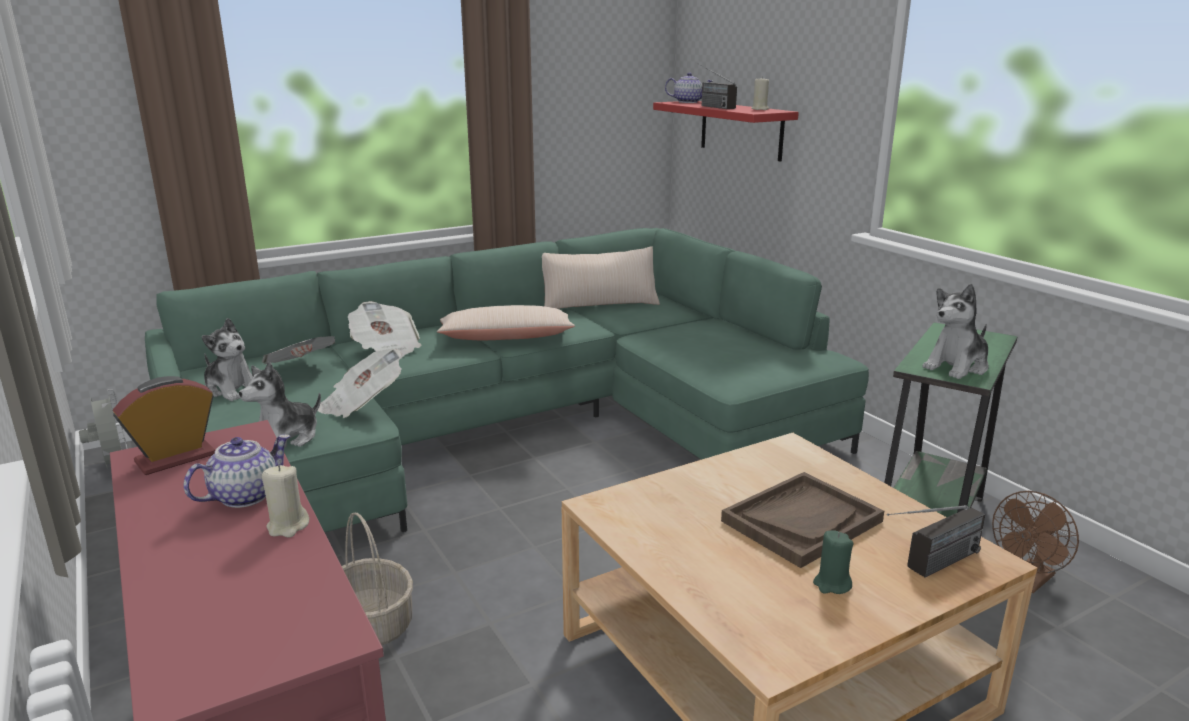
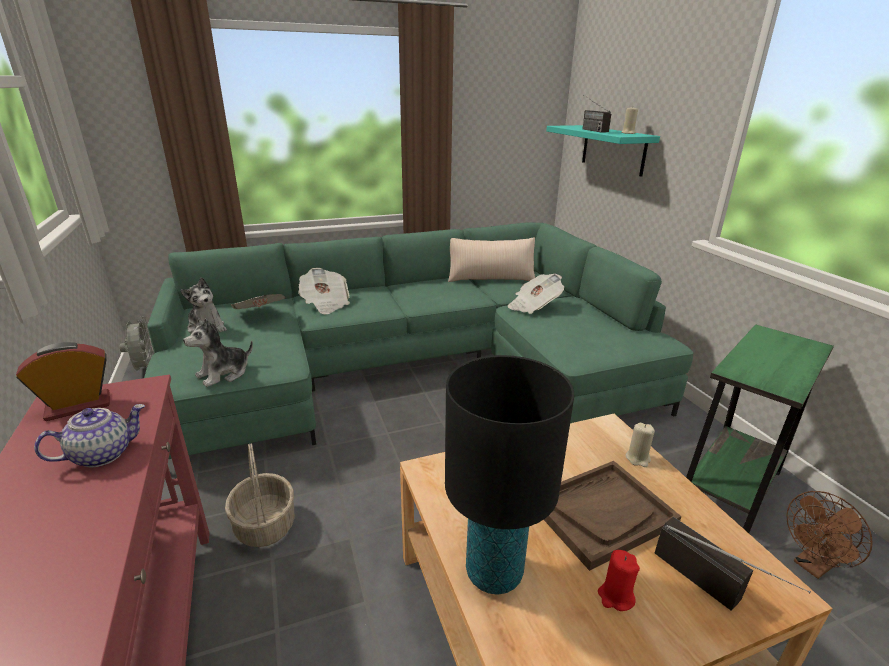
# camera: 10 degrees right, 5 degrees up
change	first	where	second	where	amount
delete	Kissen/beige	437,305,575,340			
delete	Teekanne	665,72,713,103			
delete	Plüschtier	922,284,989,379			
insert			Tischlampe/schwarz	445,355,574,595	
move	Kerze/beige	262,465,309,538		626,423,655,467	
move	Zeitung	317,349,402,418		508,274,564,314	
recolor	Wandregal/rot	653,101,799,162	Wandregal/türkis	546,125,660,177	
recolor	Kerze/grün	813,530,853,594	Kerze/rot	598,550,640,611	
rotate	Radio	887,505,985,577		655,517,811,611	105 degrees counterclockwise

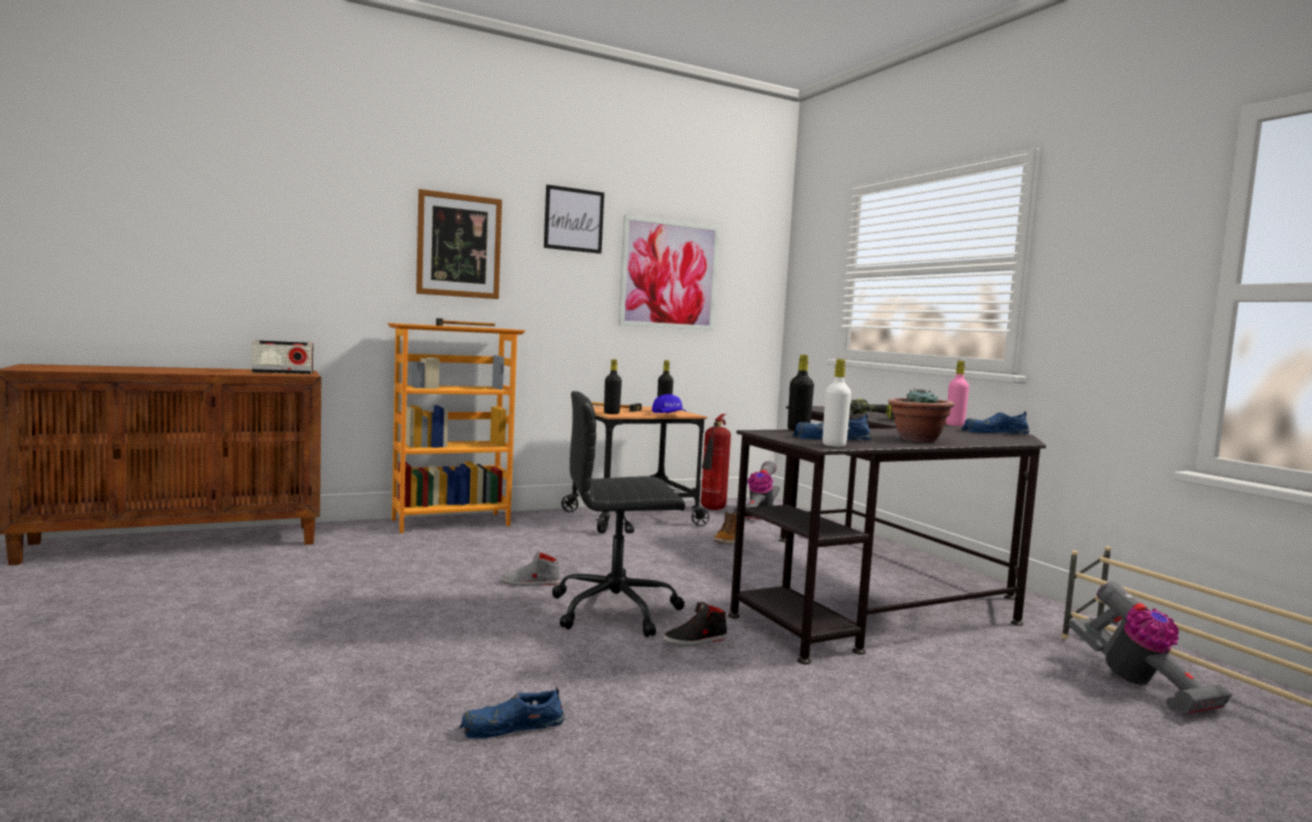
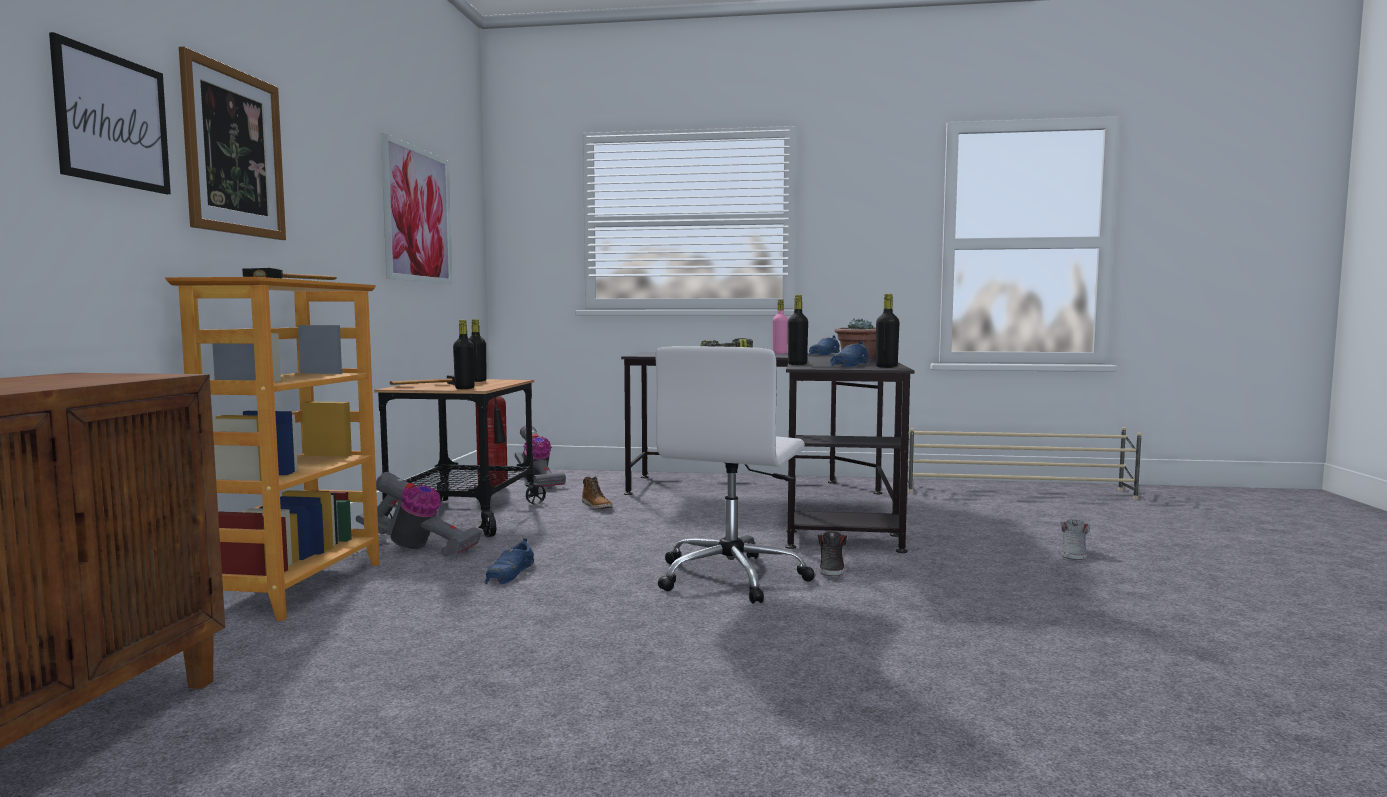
# camera: 55 degrees left, 0 degrees up
change	first	where	second	where	amount
delete	Radio	252,340,313,374			
delete	Kappe/blau	652,394,687,413			
move	Schuh/blau	459,686,565,739		484,538,534,585	
move	Schuh/grau	501,551,560,586		1060,519,1091,560	
move	Bild	544,185,604,254		49,32,171,194	
move	Staubsauger	1069,581,1232,714		356,472,482,557	
recolor	Bürostuhl/schwarz	552,391,685,637	Bürostuhl/weiß	655,346,815,604	
recolor	Flasche/weiß	822,359,851,447	Flasche/schwarz	876,294,899,368	

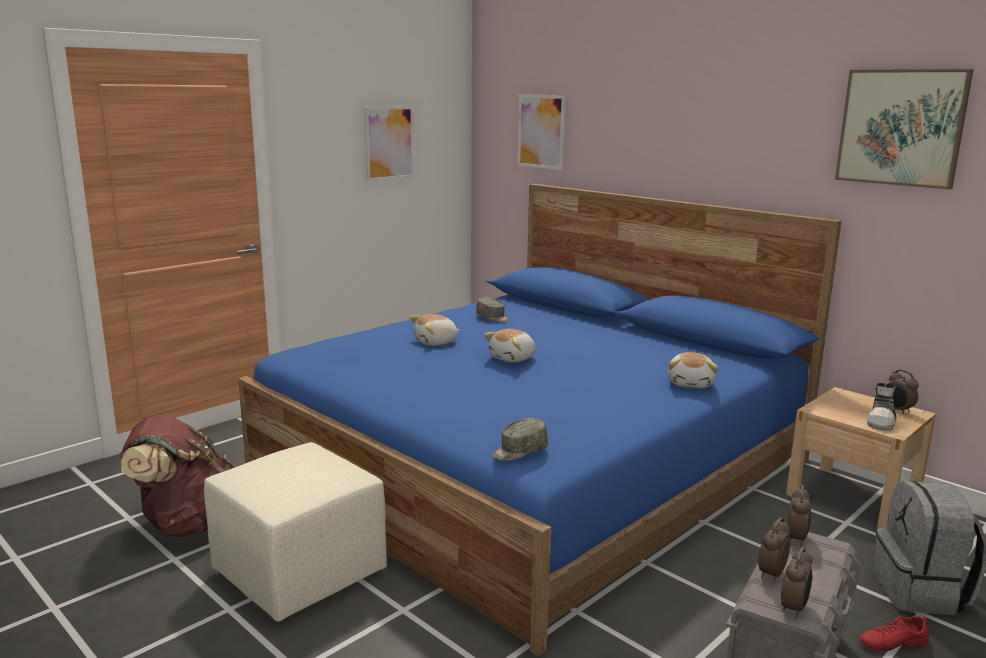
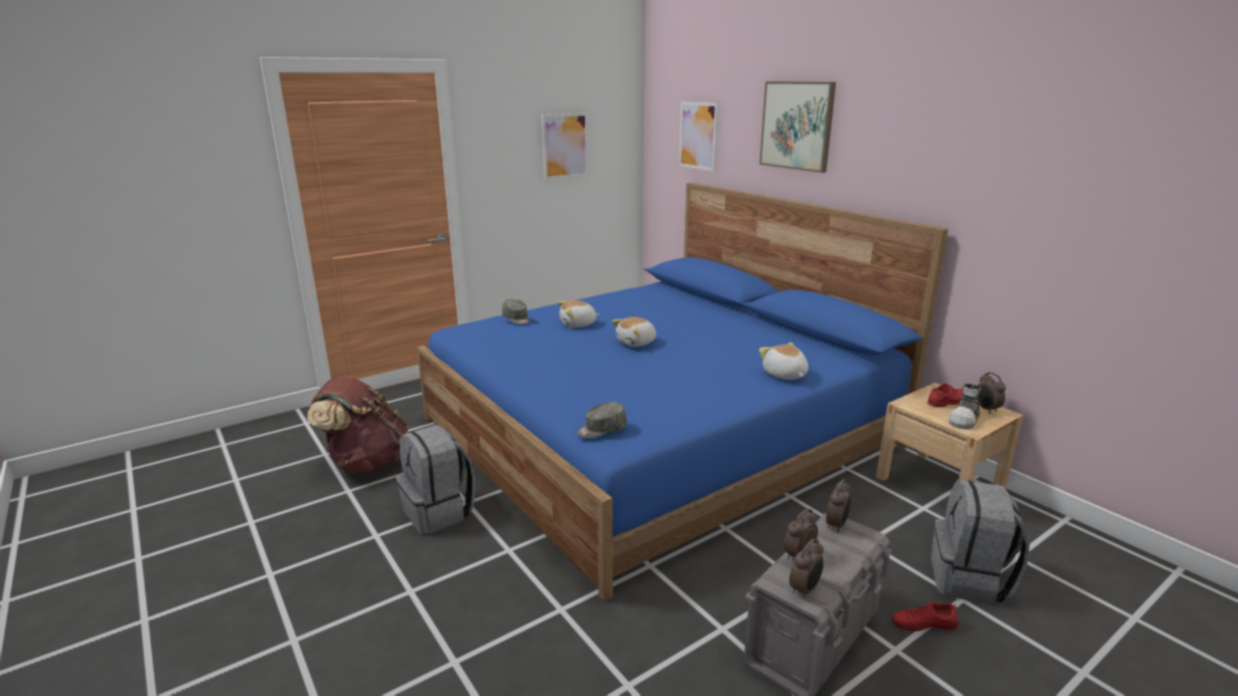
# camera: 10 degrees right, 5 degrees up
change	first	where	second	where	amount
insert			Schuh/rot	928,384,962,407	
move	Kappe/grau	476,297,509,322		502,299,530,325	
move	Bild	835,69,974,190		759,81,836,173	
replace	Polsterhocker/beige	204,442,387,622	Rucksack/grau	396,425,475,535	
rotate	Plüschtier	668,352,718,388		759,342,808,380	135 degrees clockwise

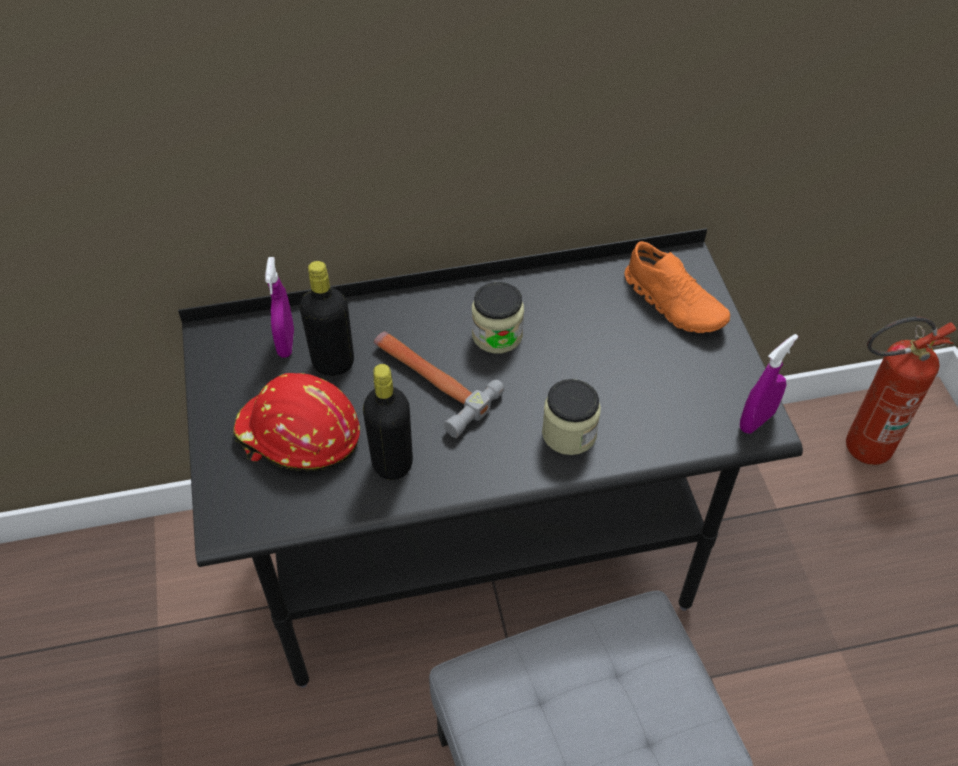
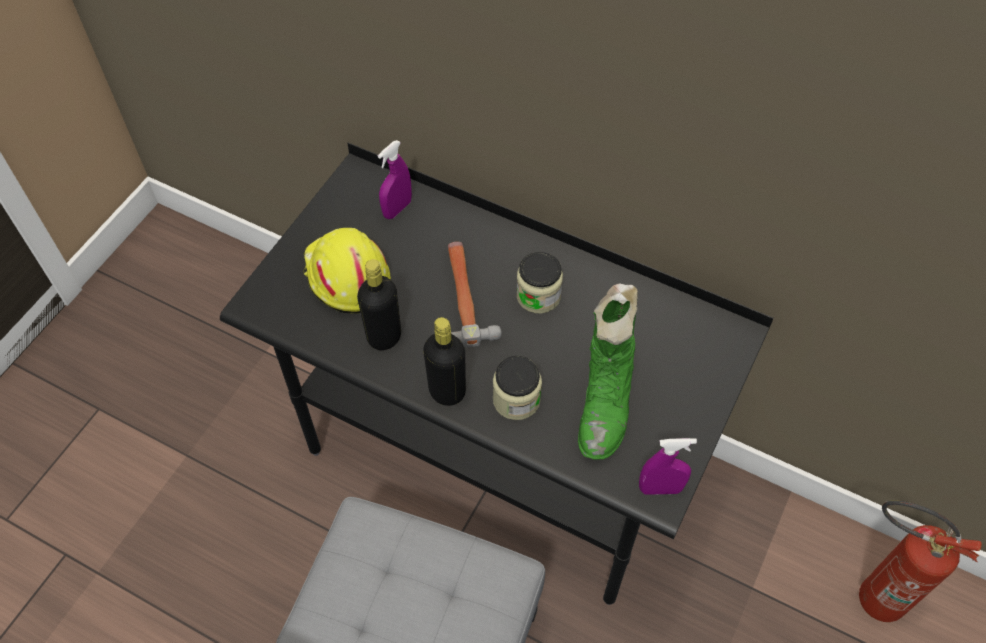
# camera: 40 degrees right, 5 degrees up
change	first	where	second	where	amount
delete	Schuh/orange	625,241,730,333			
insert			Stiefel/grün	578,283,638,459	
move	Flasche/schwarz	300,261,354,376		423,317,466,406	
recolor	Schutzhelm/rot	233,373,360,471	Schutzhelm/gelb	303,228,391,314	

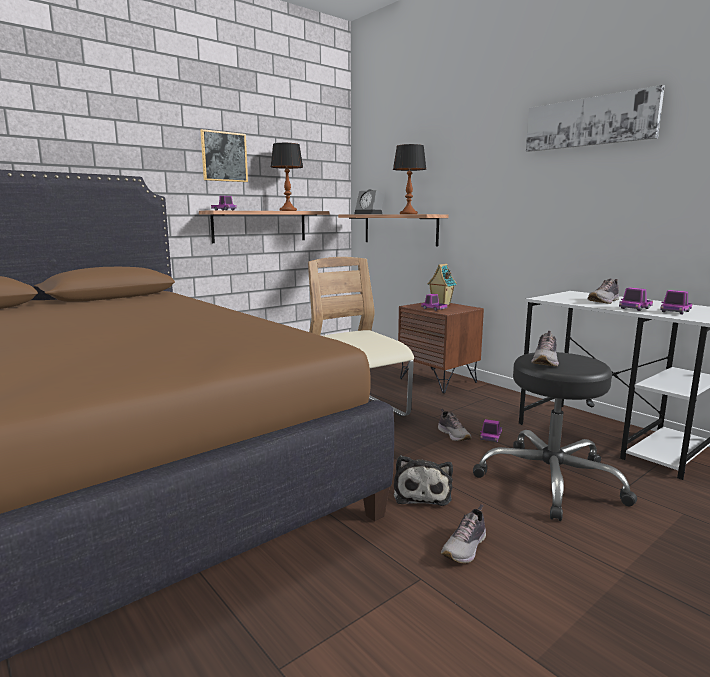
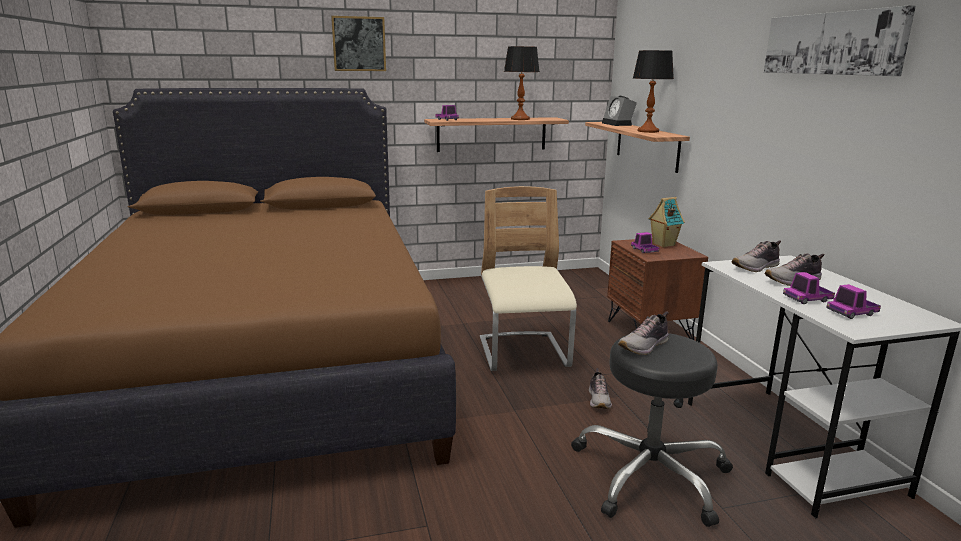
# camera: 25 degrees right, 5 degrees up
change	first	where	second	where	amount
delete	Plüschtier	394,456,453,506			
delete	Spielzeuglaster	480,419,502,442			
move	Bild	201,129,248,182		331,16,386,71	
move	Schuh	441,504,486,564		732,240,781,272	

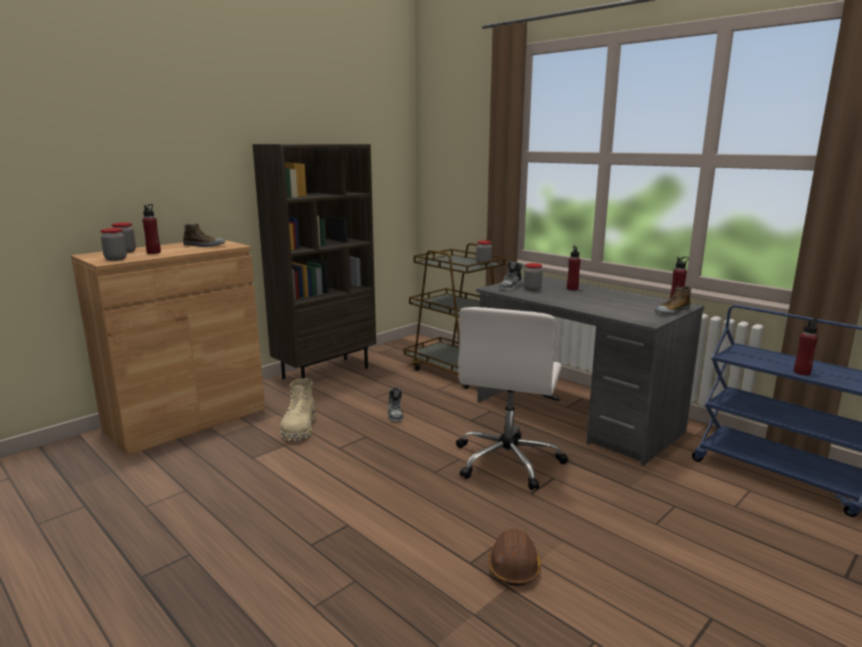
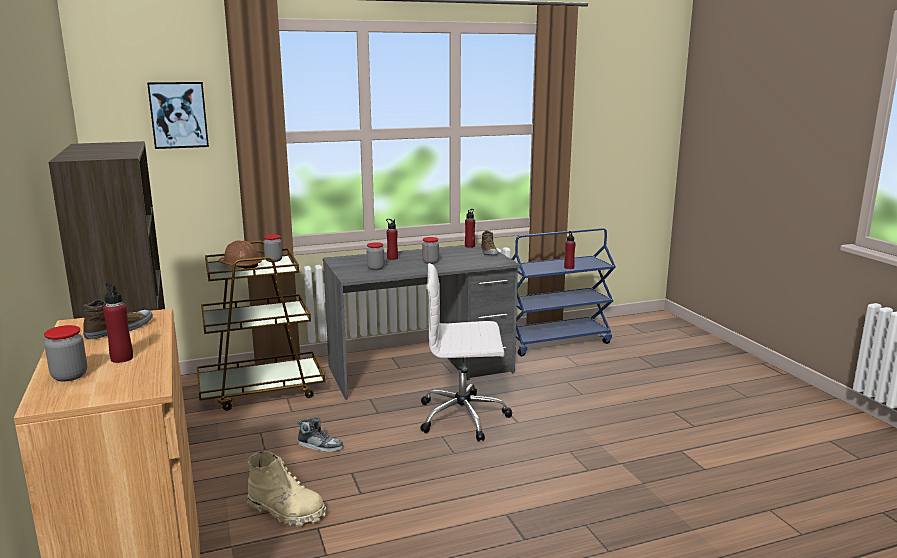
# camera: 65 degrees left, 0 degrees up
change	first	where	second	where	amount
delete	Schuh	499,261,522,291			
insert			Bild	147,82,209,149	
move	Vorratsglas	100,228,127,261		422,237,439,264	
move	Schutzhelm/braun	488,529,541,586		219,240,262,269	
rotate	Bürostuhl/weiß	456,307,568,490		420,263,512,442	135 degrees clockwise

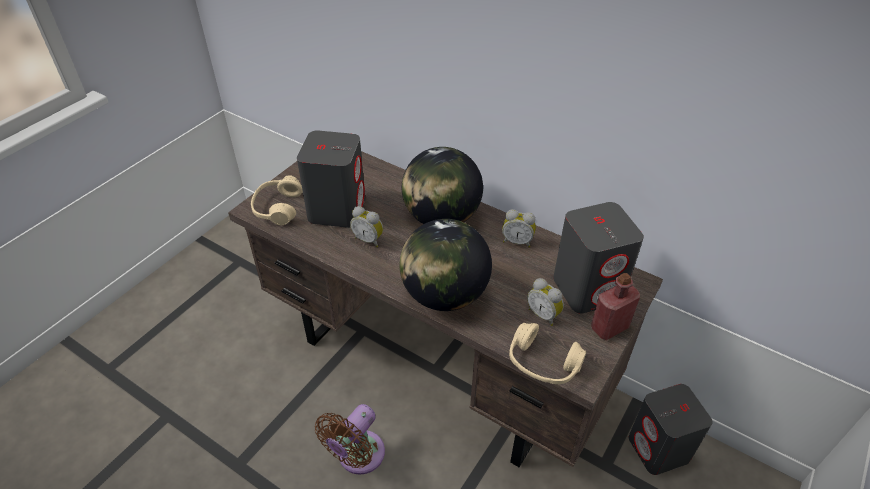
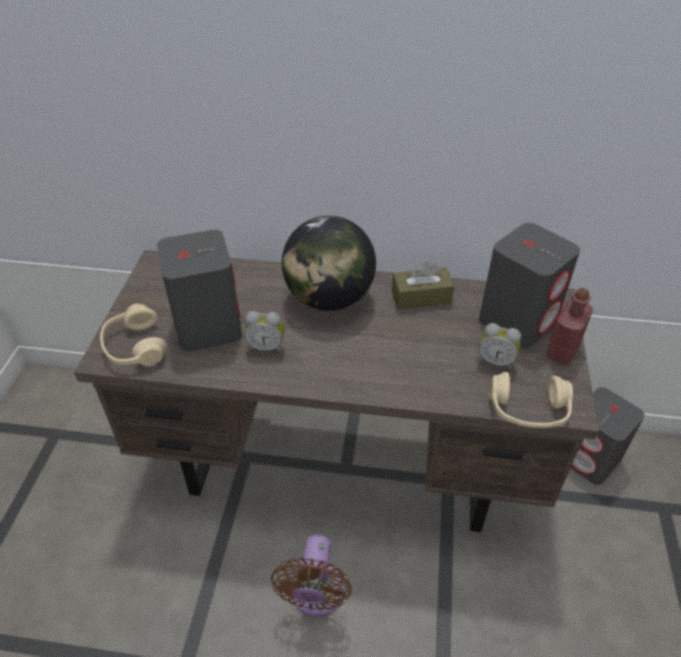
# camera: 25 degrees left, 0 degrees up
change	first	where	second	where	amount
delete	Globus	400,219,492,311			
replace	Wecker	502,209,536,248	Taschentuchbox/braun	392,262,454,310	

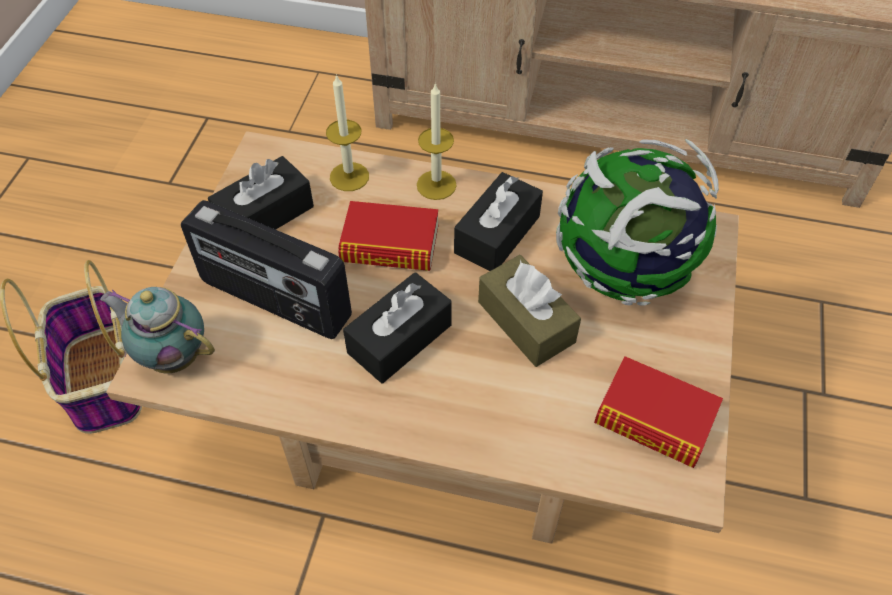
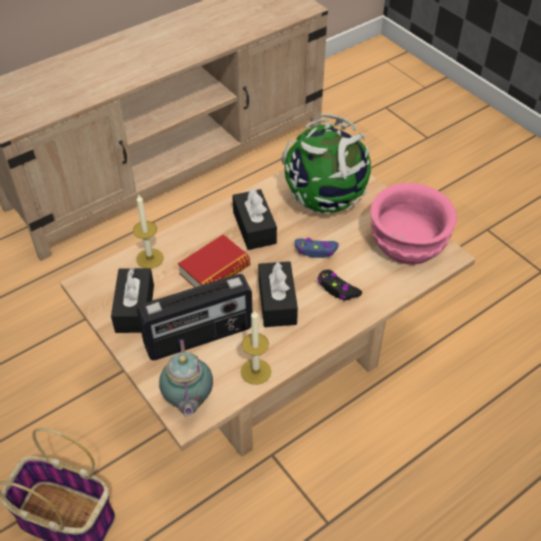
# camera: 50 degrees left, 5 degrees down
change	first	where	second	where	amount
insert			Gamepad/schwarz	317,270,362,301	
move	Kerze	417,82,457,200		241,310,271,385	
replace	Taschentuchbox/braun	478,255,581,367	Gamepad/blau	295,238,339,258	
replace	Buch	594,356,723,468	Schüssel/rosa	370,183,457,265	
rotate	Teekanne	100,287,215,373		159,339,213,416	75 degrees counterclockwise

